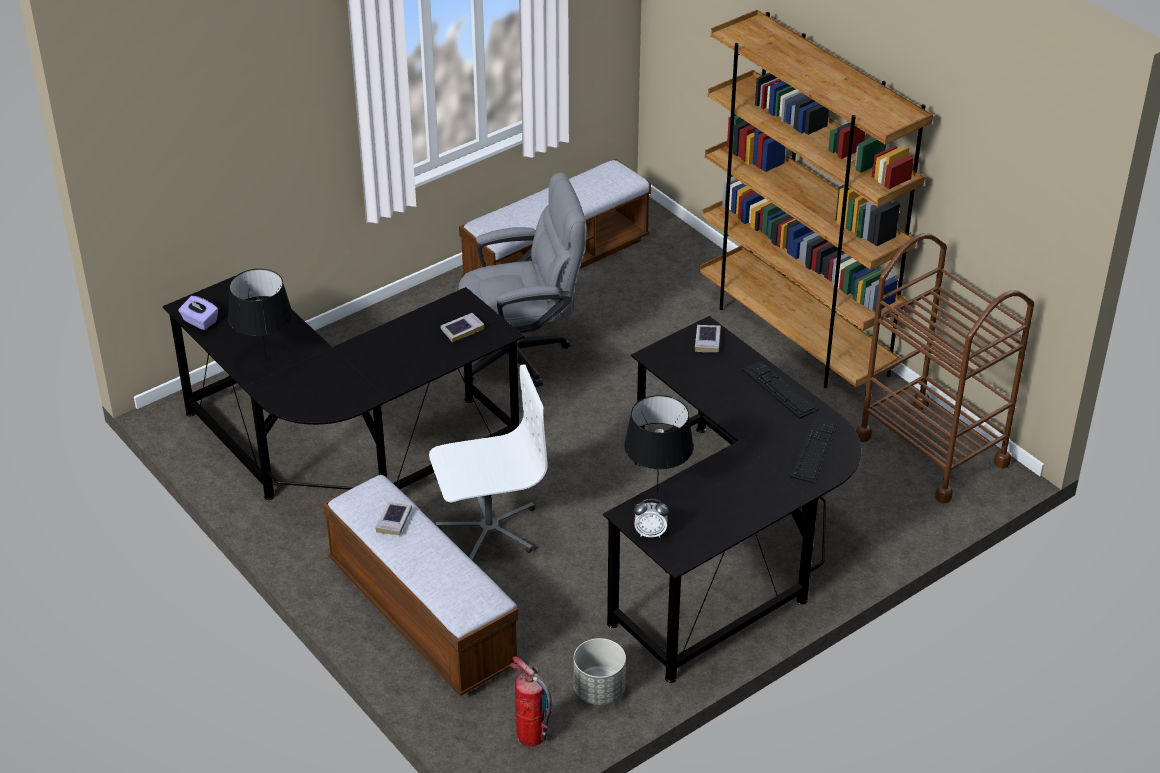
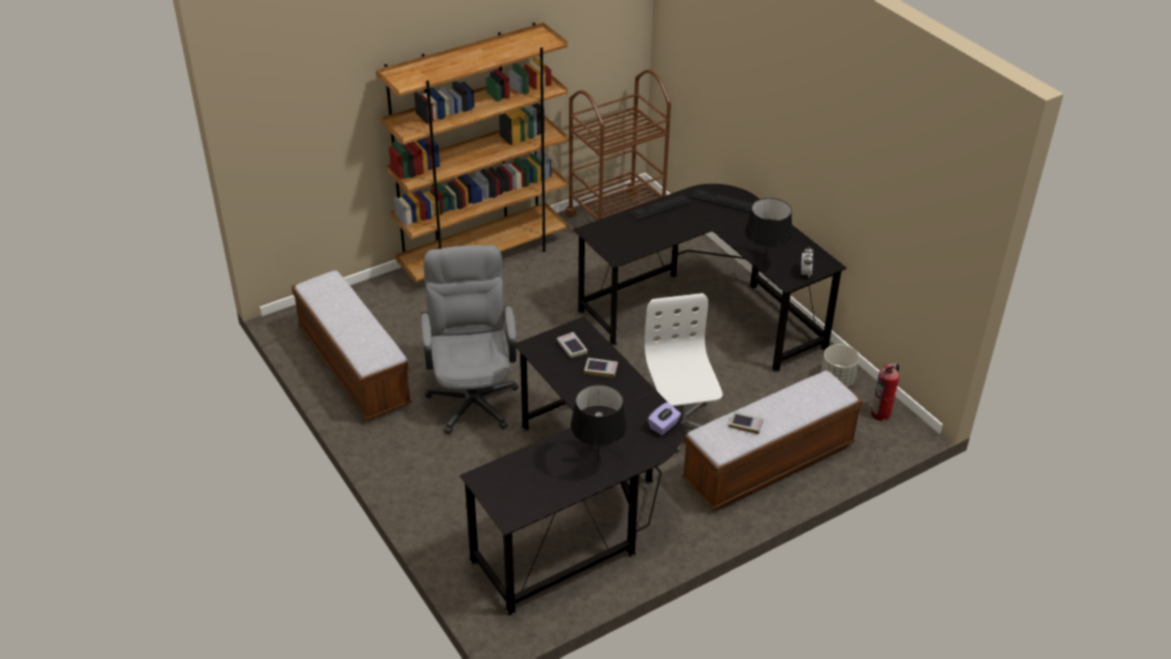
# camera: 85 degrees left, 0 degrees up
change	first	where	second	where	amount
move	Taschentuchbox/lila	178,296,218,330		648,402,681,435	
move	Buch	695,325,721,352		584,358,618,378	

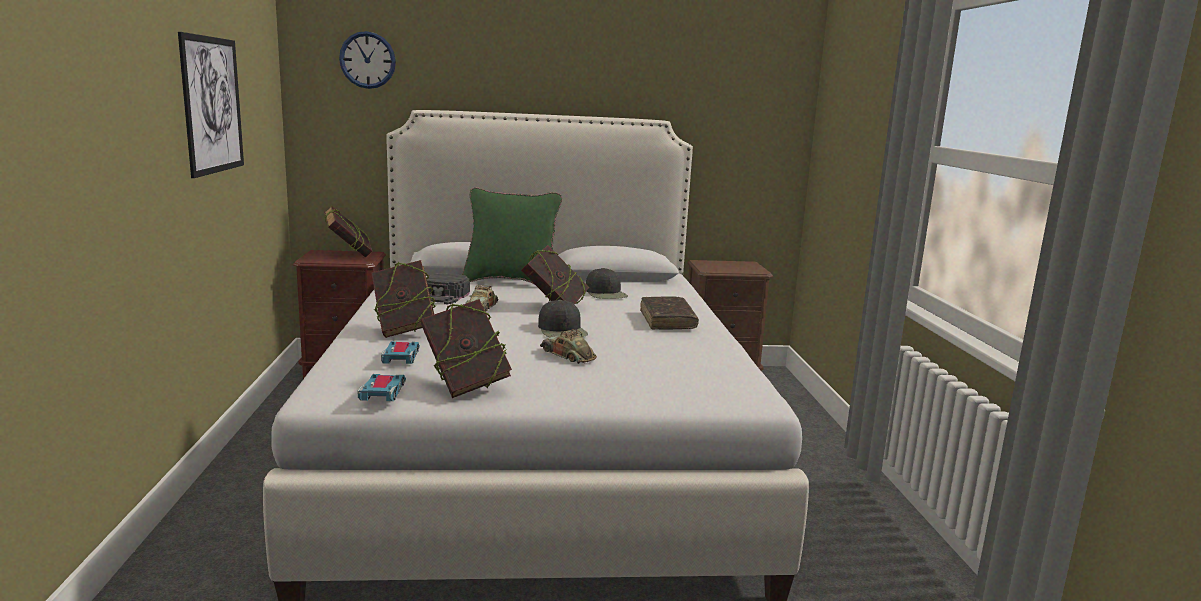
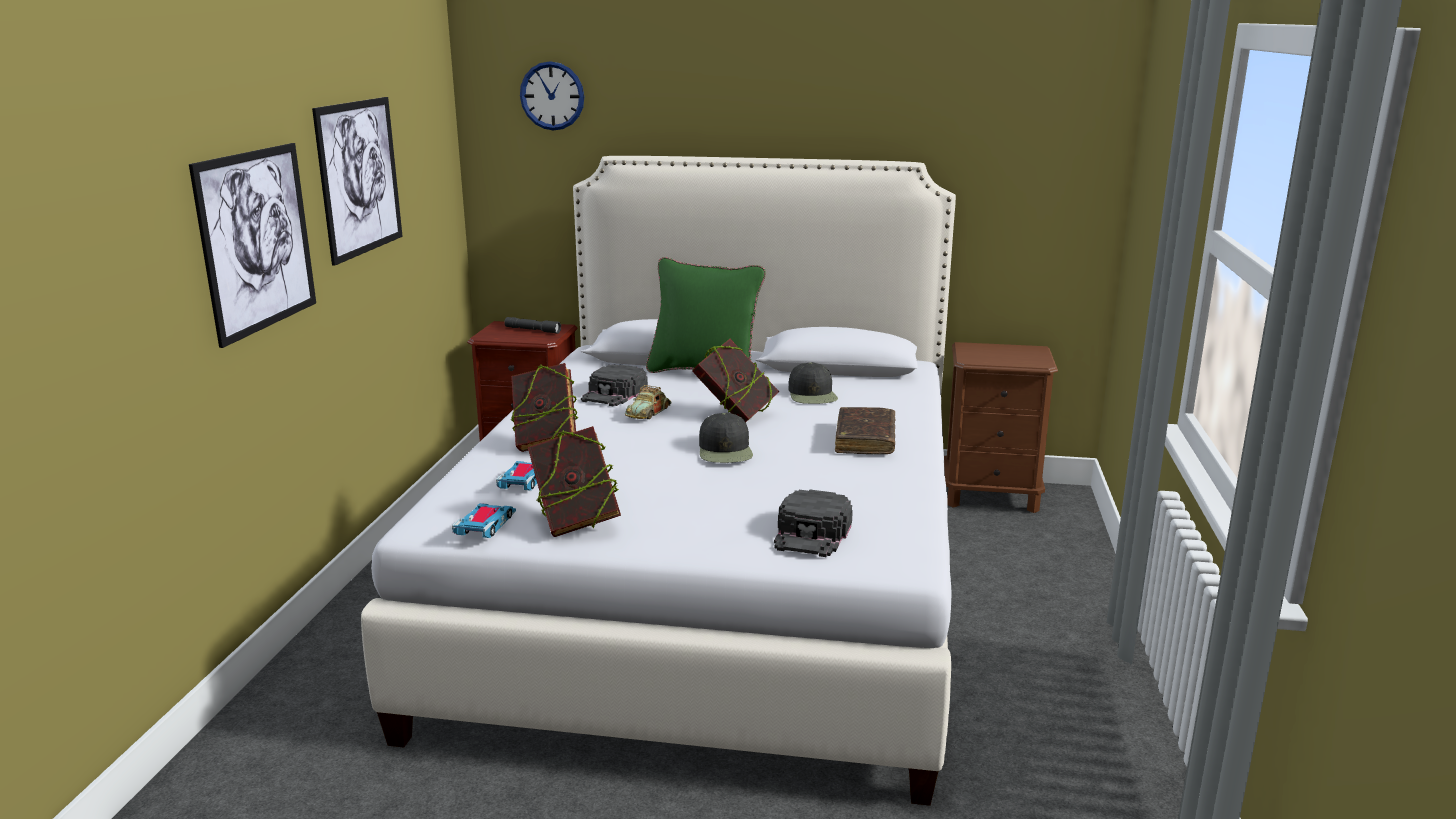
# camera: 15 degrees right, 5 degrees up
change	first	where	second	where	amount
delete	Spielzeugauto	540,329,597,364			
insert			Bild	189,143,316,348	
insert			Kappe/schwarz	774,489,853,557	
replace	Buch	324,206,372,257	Taschenlampe/grau	504,317,561,334	

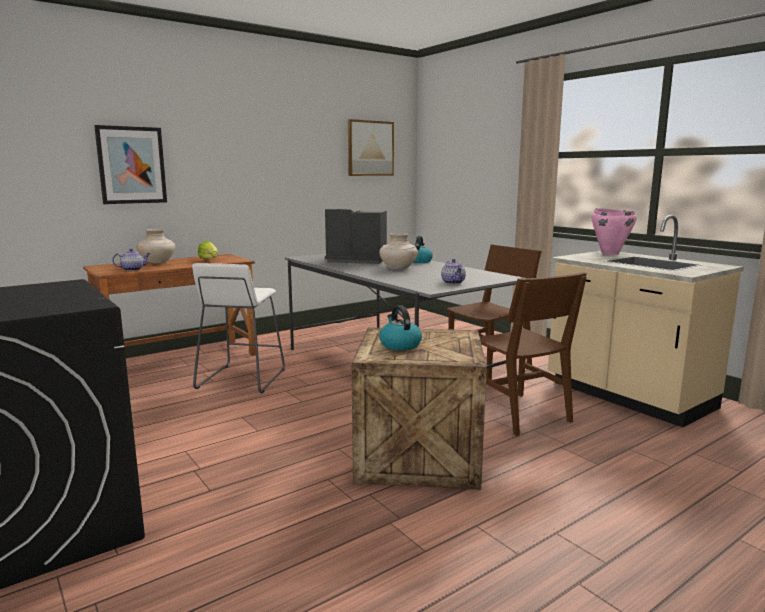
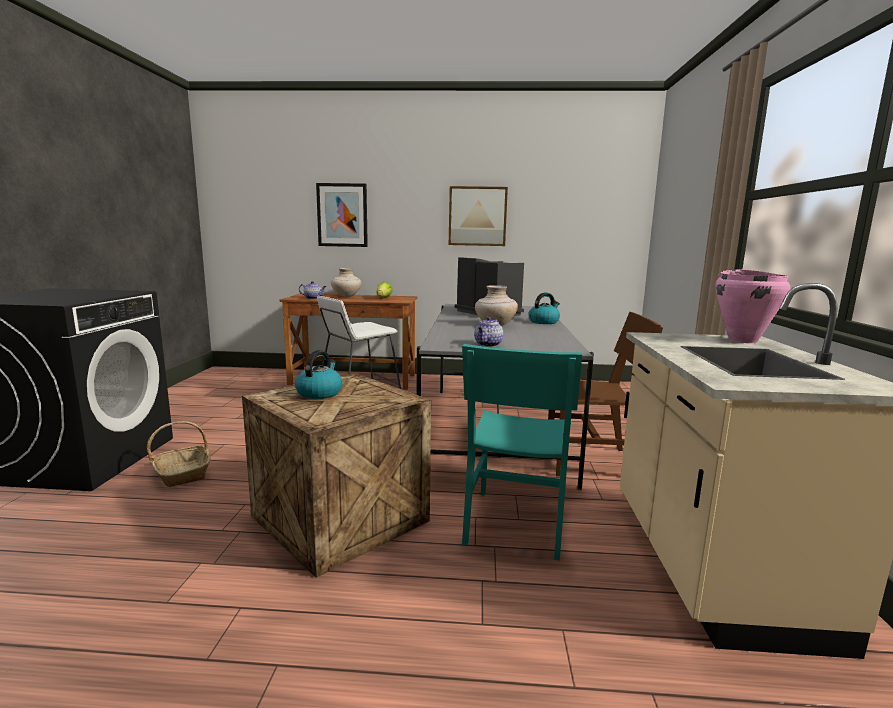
# camera: 40 degrees right, 0 degrees up
change	first	where	second	where	amount
insert			Korb	147,421,211,487	
move	Bild	348,119,394,176		449,186,508,246	
recolor	Stuhl/braun	480,272,587,436	Stuhl/türkis	462,344,582,561	

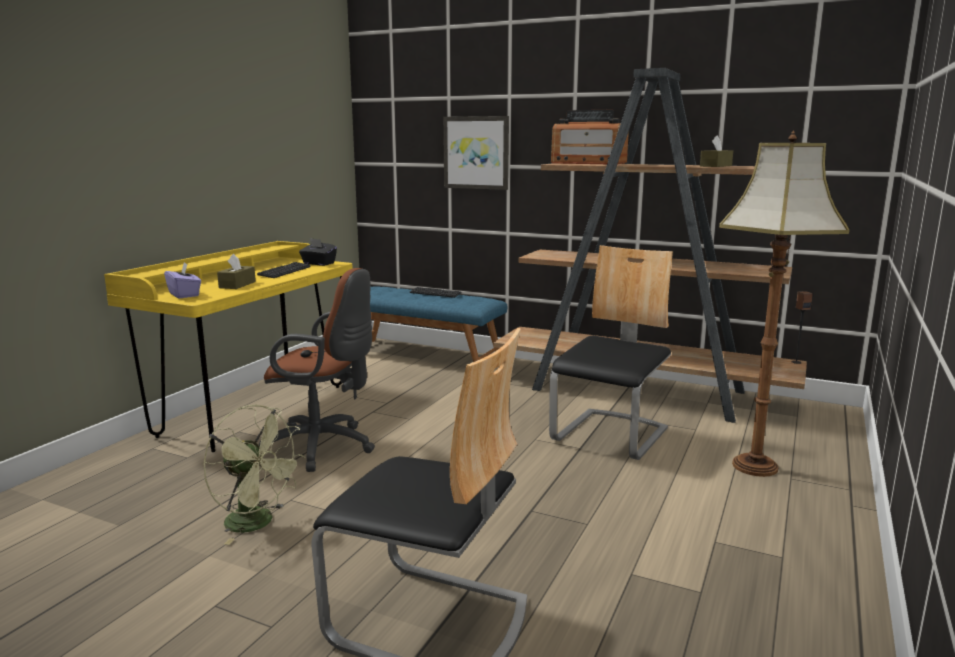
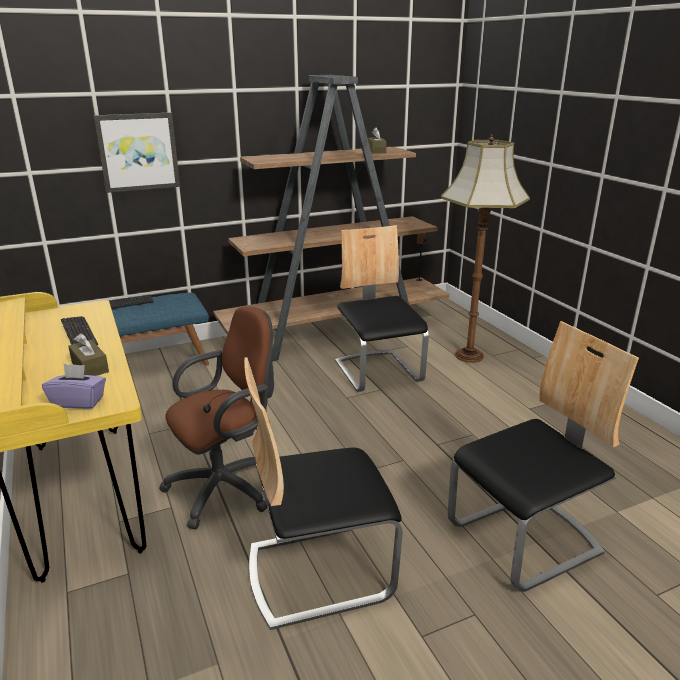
# camera: 50 degrees left, 10 degrees up
change	first	where	second	where	amount
delete	Taschentuchbox/schwarz	299,238,337,266			
delete	Radio	551,110,629,164			
replace	Ventilator/grün	203,405,305,545	Stuhl	244,357,403,630	

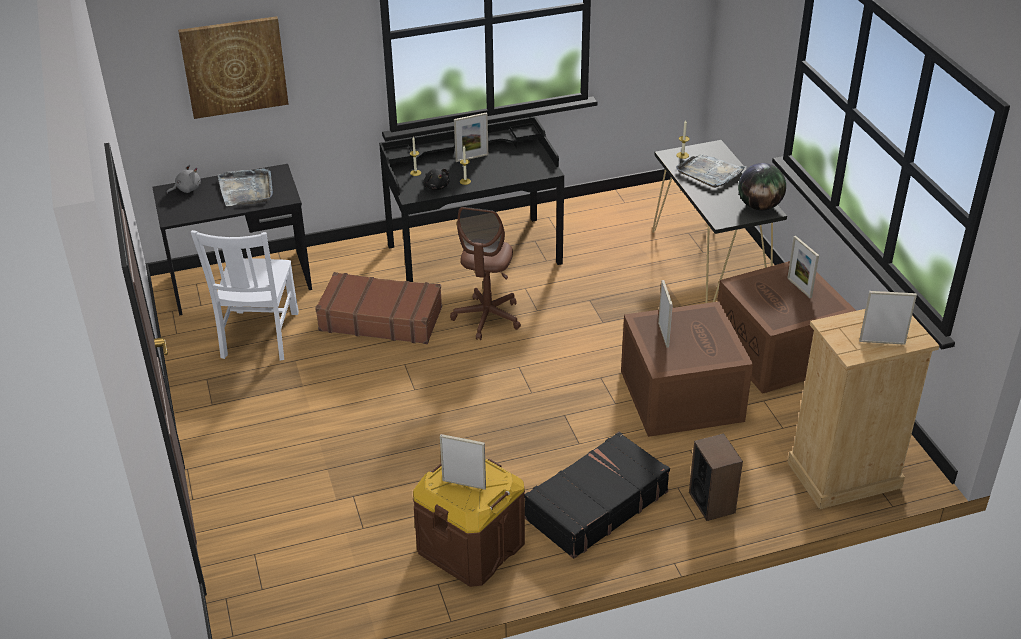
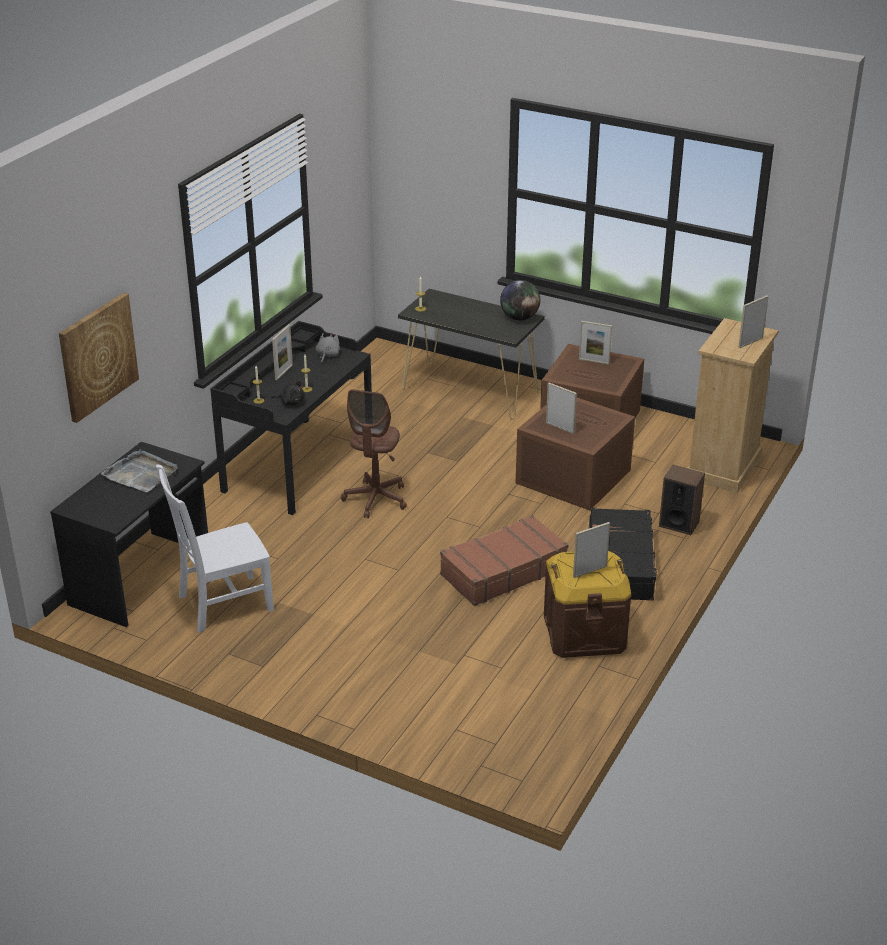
# camera: 45 degrees left, 5 degrees down
change	first	where	second	where	amount
delete	Tablett/grau	676,154,746,188			
move	Plüschtier/grau	166,164,201,194		316,333,340,363	
move	Koffer/braun	315,272,442,344		440,515,568,606	
rotate	Stuhl/weiß	191,230,299,361		156,464,274,633	105 degrees clockwise
rotate	Bürostuhl/braun	450,207,521,340		341,389,407,518	45 degrees clockwise

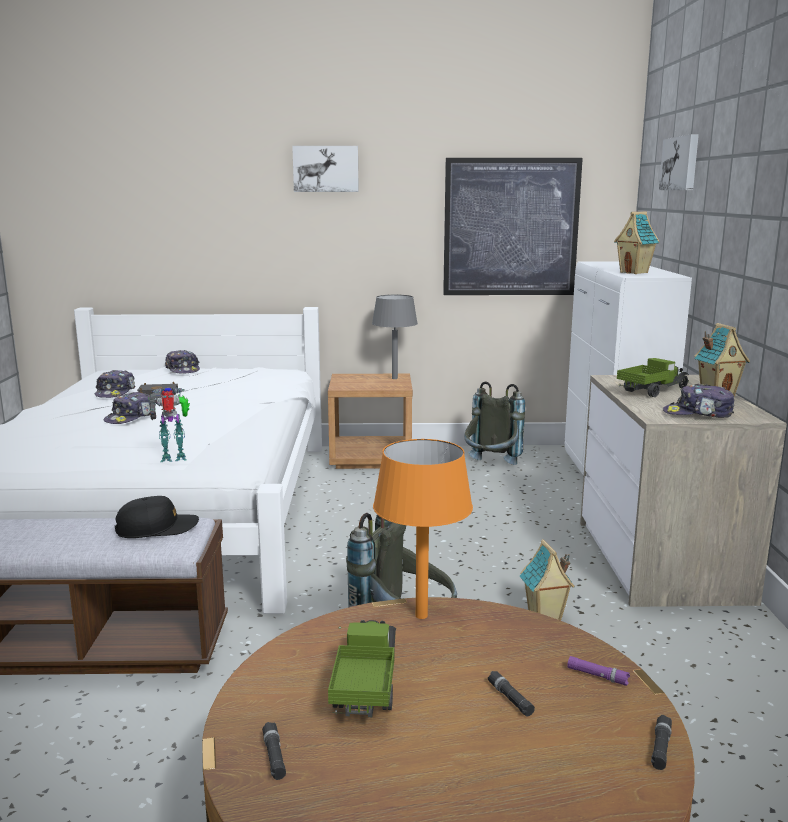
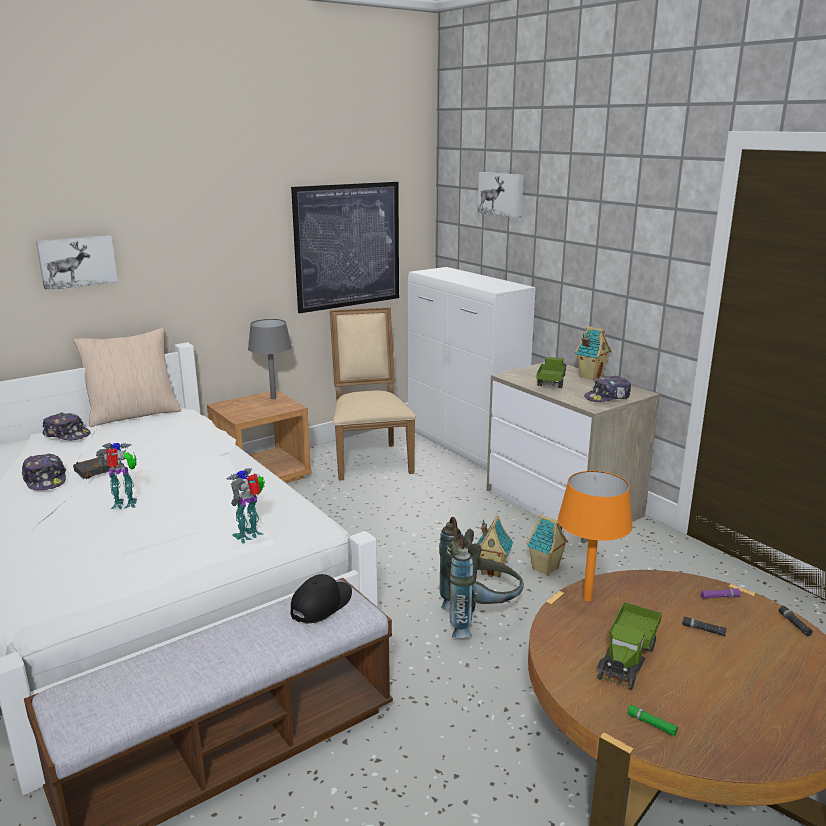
# camera: 35 degrees left, 5 degrees up
change	first	where	second	where	amount
insert			Kissen/beige	73,328,181,427	
move	Bild	292,146,359,192		36,235,118,290	
move	Spielzeughaus	614,211,660,274		477,515,513,578	
replace	Kappe	104,392,156,424	Spielzeugroboter	96,443,137,509	
replace	Rucksack/grau	464,381,525,465	Stuhl/beige	330,307,416,481	
recolor	Taschenlampe/schwarz	262,722,286,780	Taschenlampe/grün	627,705,678,736	
rotate	Spielzeuglaster	328,620,396,717		597,602,662,690	120 degrees counterclockwise

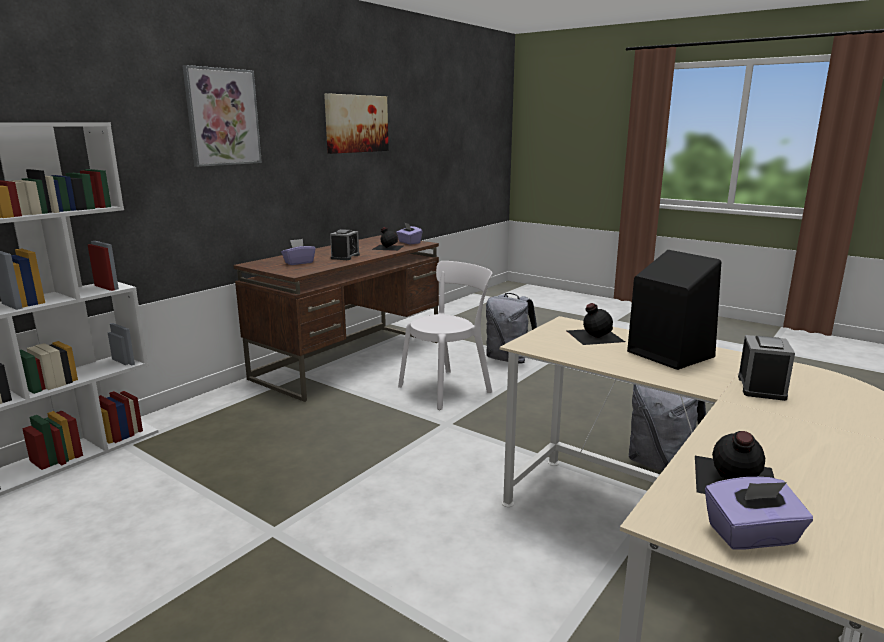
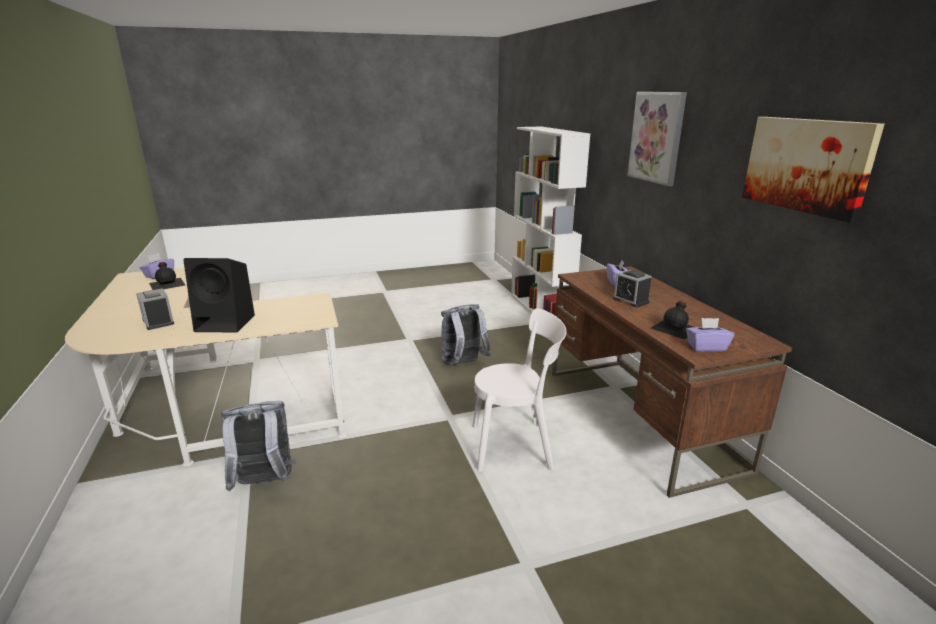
# camera: 125 degrees right, 5 degrees up
change	first	where	second	where	amount
delete	Flasche/schwarz	567,303,625,345			
move	Rucksack/grau	486,293,537,363		441,304,491,365	
rotate	Stuhl/weiß	398,261,492,410		472,308,566,472	90 degrees counterclockwise

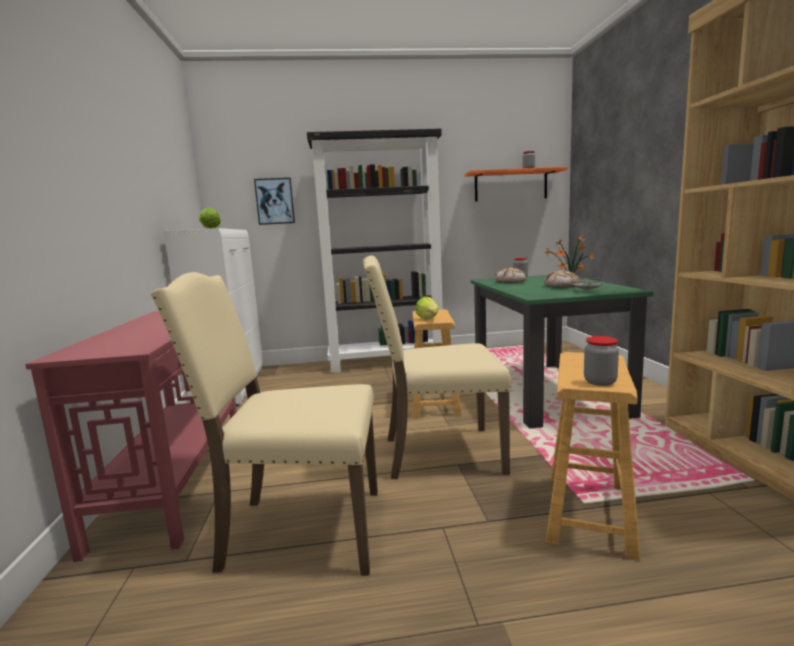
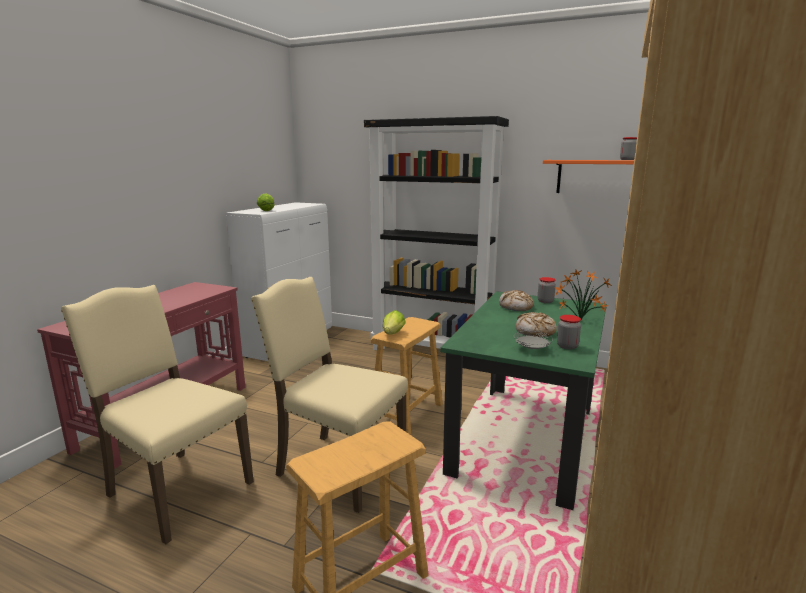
# camera: 30 degrees right, 5 degrees up
change	first	where	second	where	amount
delete	Bild	254,178,295,225			
move	Vorratsglas	584,336,619,386		557,315,581,350	

